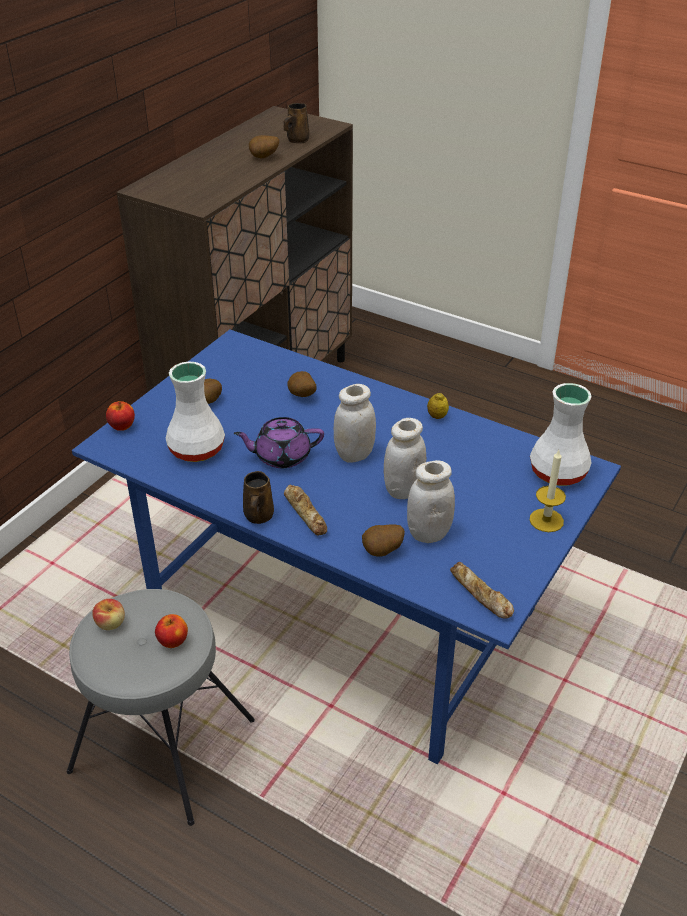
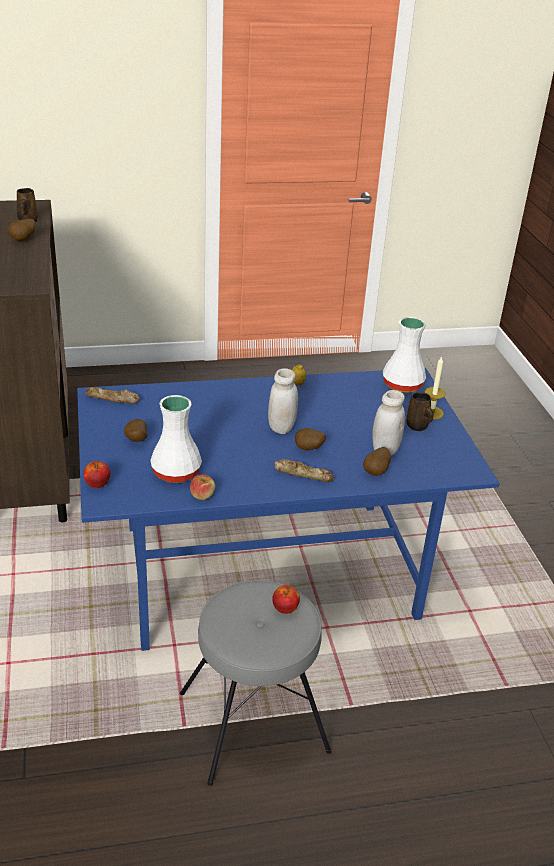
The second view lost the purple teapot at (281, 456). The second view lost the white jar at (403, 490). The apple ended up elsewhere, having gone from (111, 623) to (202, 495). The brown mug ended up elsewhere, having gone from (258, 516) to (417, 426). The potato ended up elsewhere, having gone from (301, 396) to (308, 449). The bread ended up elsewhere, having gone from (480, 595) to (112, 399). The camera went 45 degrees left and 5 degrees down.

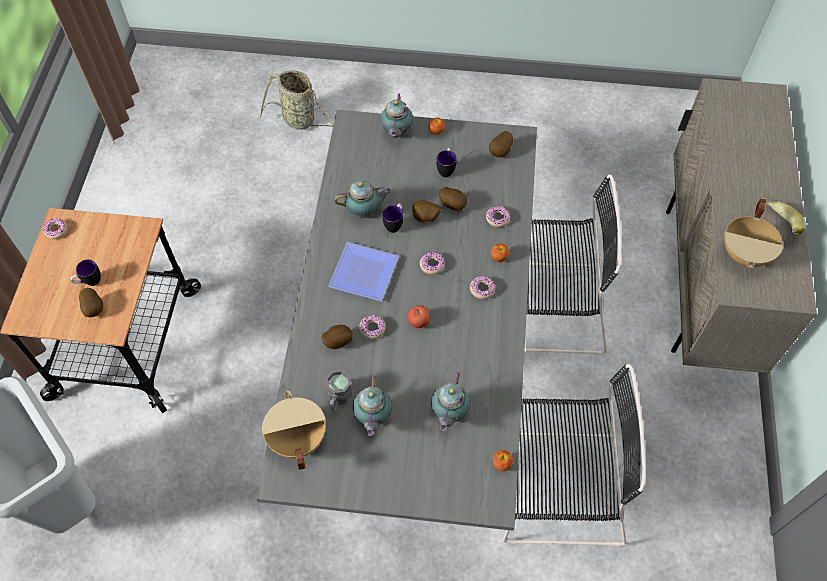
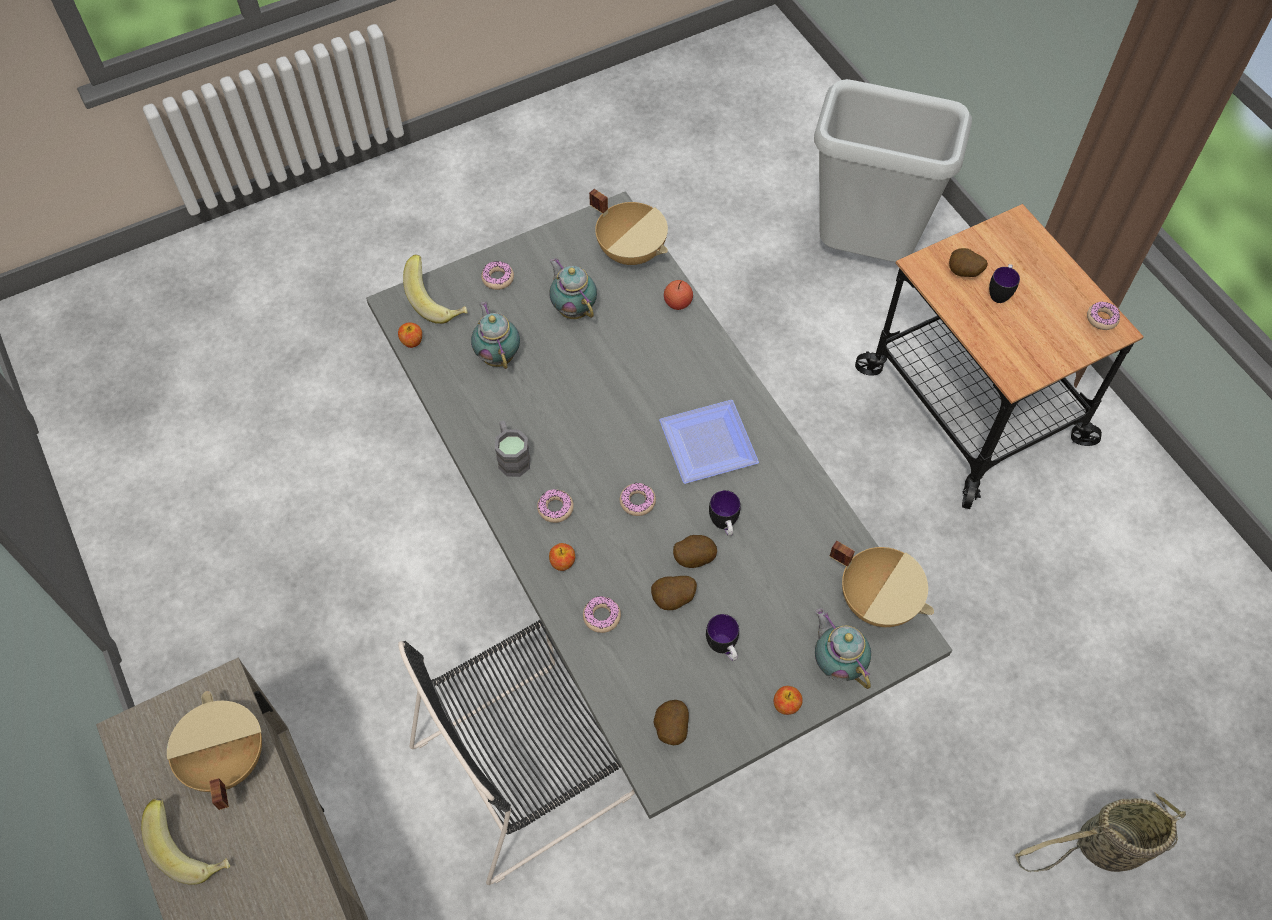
The second view lost the potato at (337, 342). The second view lost the teapot at (364, 212). The second view lost the black chair at (554, 487). The second view gained the banana at (438, 302). The second view gained the beige cooking pot at (878, 601). The grey mug ended up elsewhere, having gone from (338, 398) to (511, 456). The donut ended up elsewhere, having gone from (372, 328) to (498, 278). The apple ended up elsewhere, having gone from (419, 321) to (678, 303). The camera went 145 degrees right and 0 degrees up.

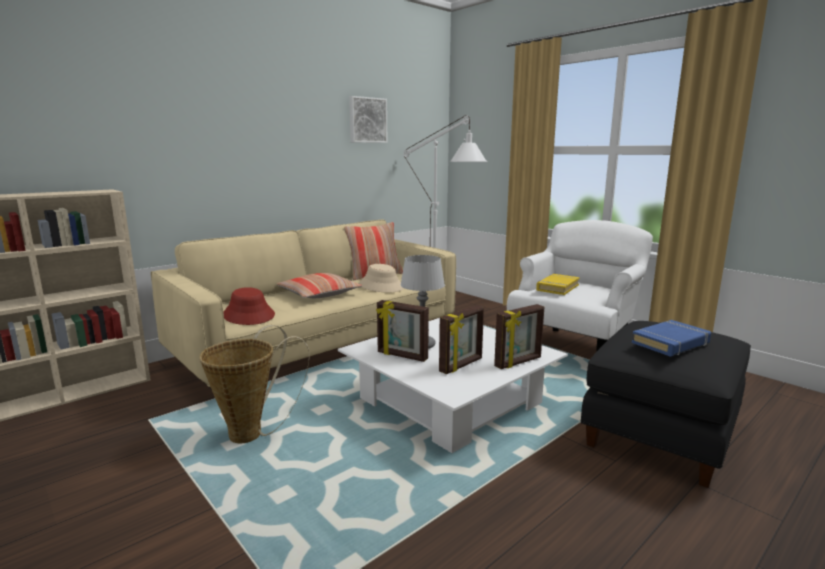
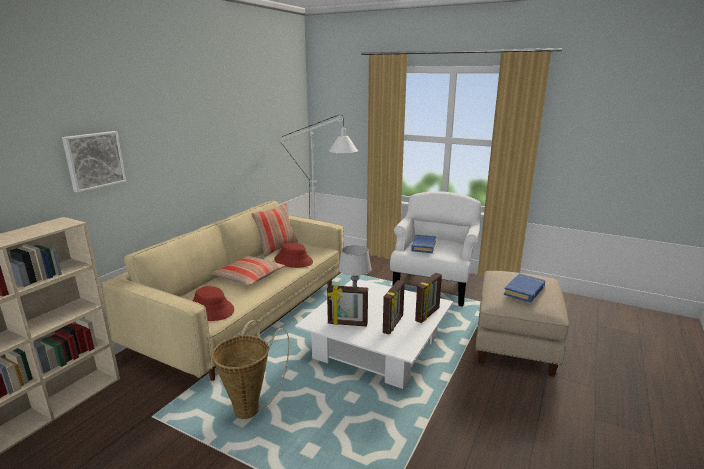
The picture ended up elsewhere, having gone from (367, 120) to (94, 160). What was the beige hat at (381, 286) turned into the red hat at (293, 261). What was the yellow book at (557, 288) turned into the blue book at (423, 246). What was the black ottoman at (662, 433) turned into the beige ottoman at (515, 344). The camera went 20 degrees left and 5 degrees up.

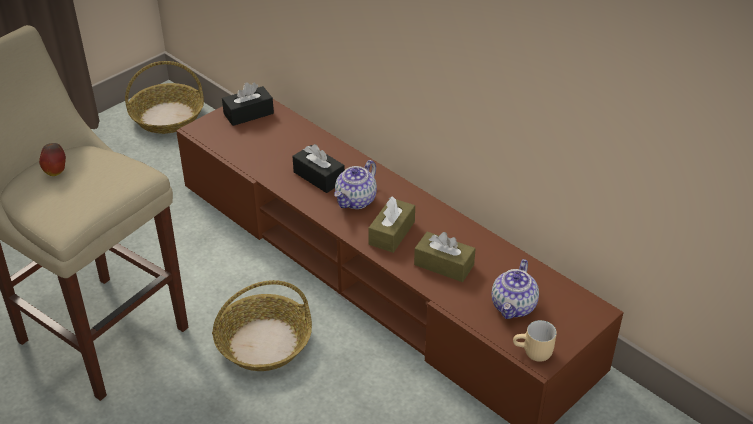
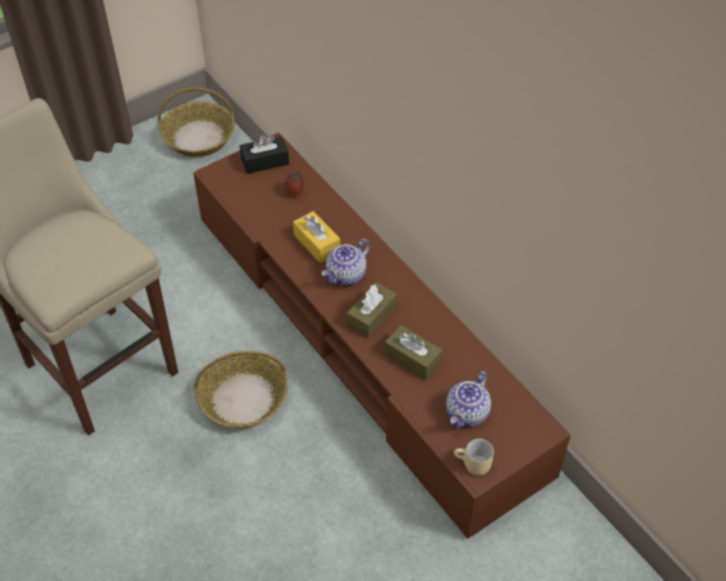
The apple ended up elsewhere, having gone from (56, 172) to (294, 192). What was the black tissue box at (319, 177) turned into the yellow tissue box at (317, 243). The camera went 10 degrees right and 10 degrees up.

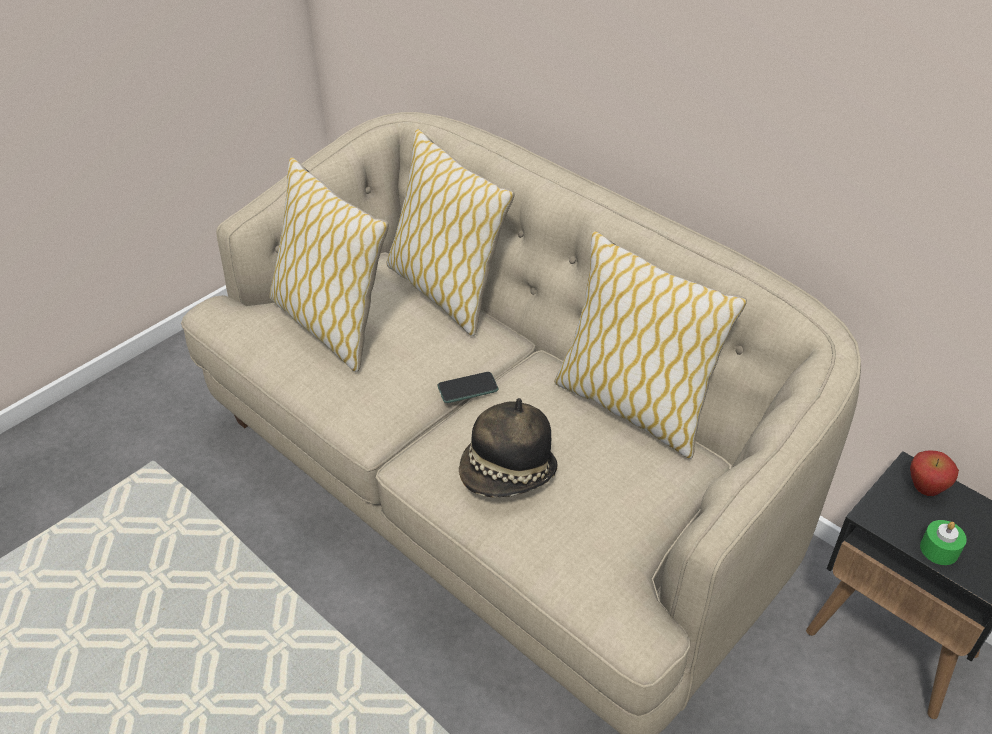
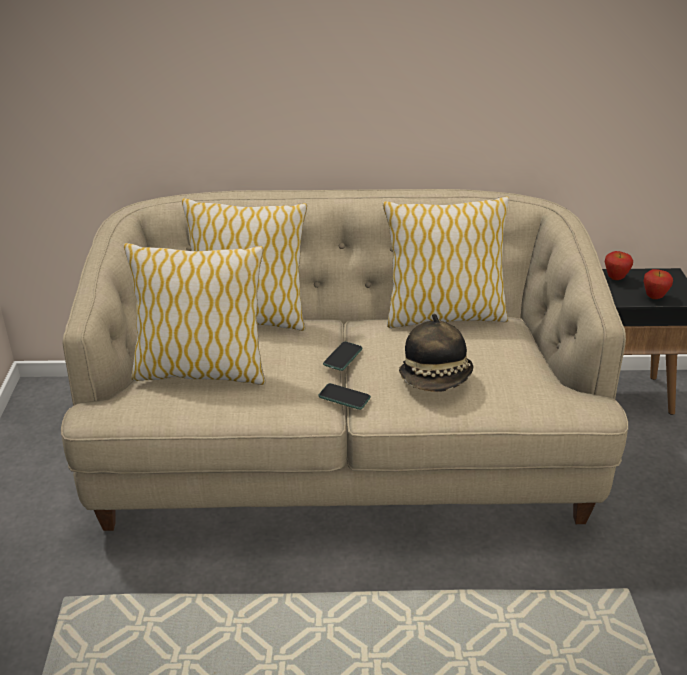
The second view gained the phone at (344, 397). Where the green candle stood at (939, 549), the apple came to stand at (654, 297). The camera went 45 degrees left and 10 degrees down.

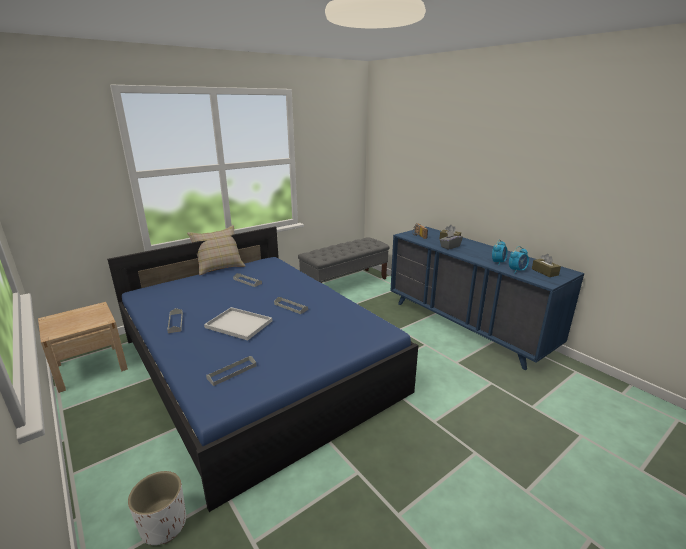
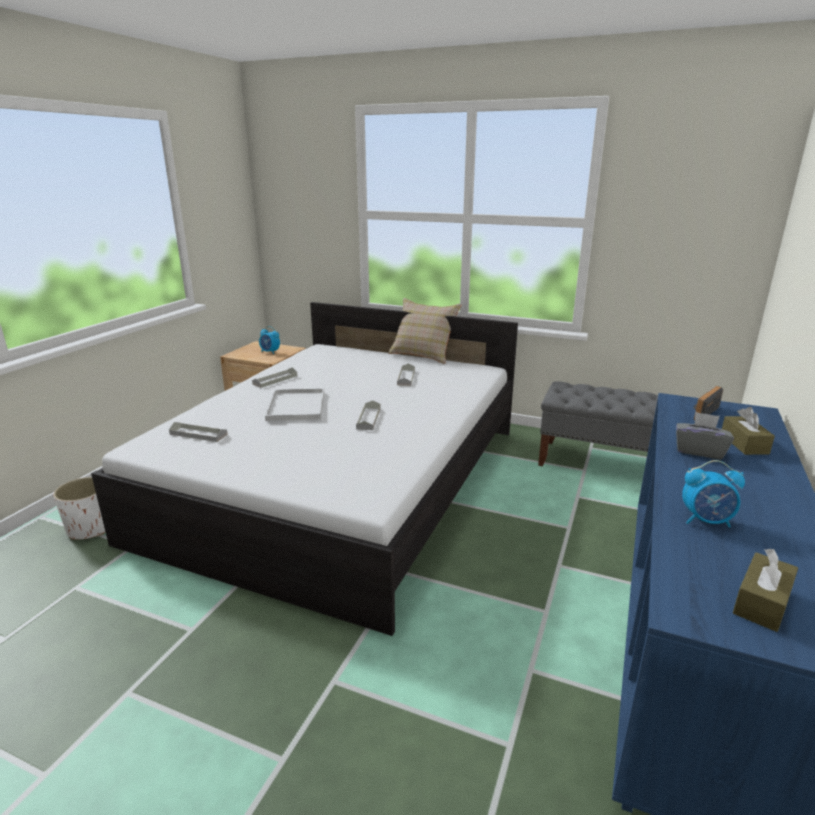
The alarm clock ended up elsewhere, having gone from (517, 270) to (270, 352). What was the blue bed at (256, 365) turned into the white bed at (343, 480). The camera went 60 degrees right and 0 degrees up.

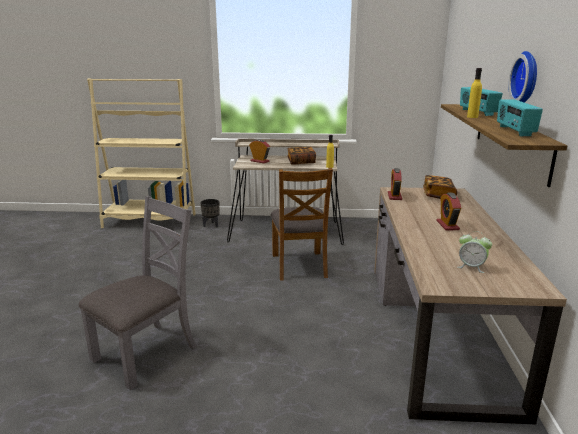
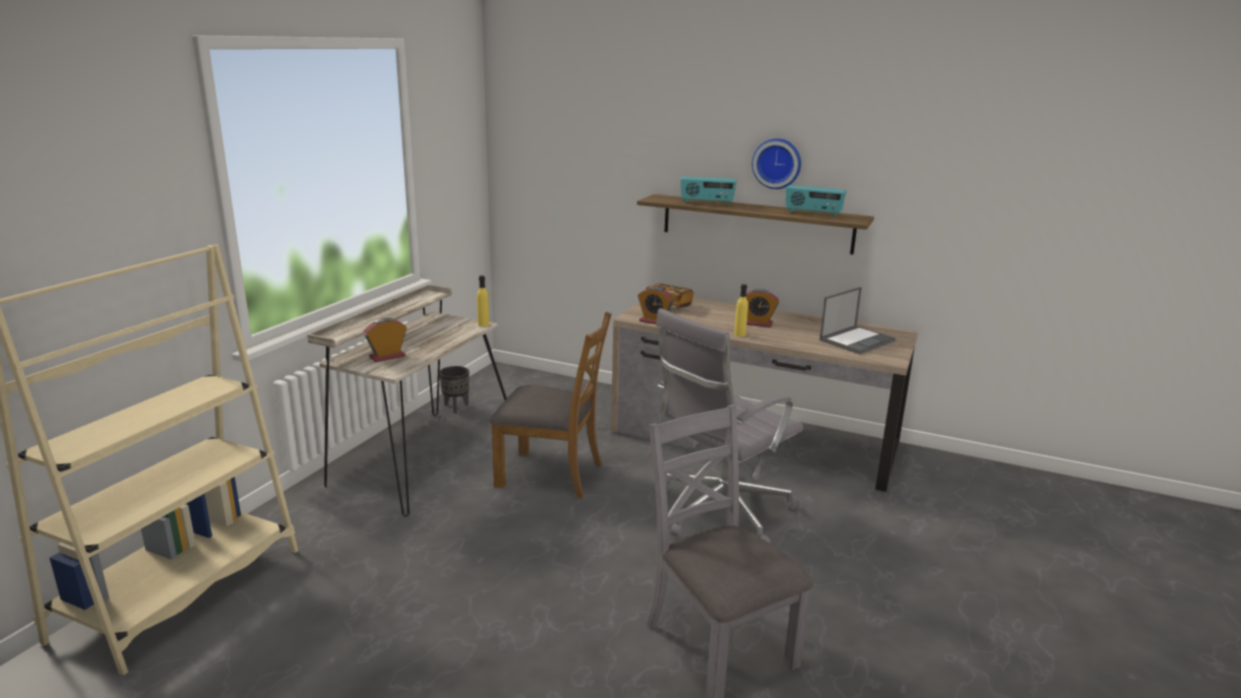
The second view lost the book at (301, 162). The second view gained the grey office chair at (719, 512). The black planter ended up elsewhere, having gone from (211, 225) to (455, 407). The yellow bottle ended up elsewhere, having gone from (472, 117) to (740, 334). Where the alarm clock stood at (471, 267), the laptop came to stand at (857, 340). The camera went 70 degrees left and 0 degrees up.

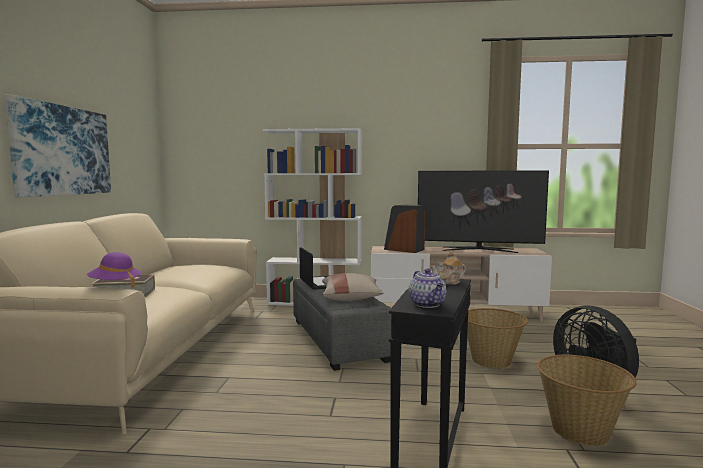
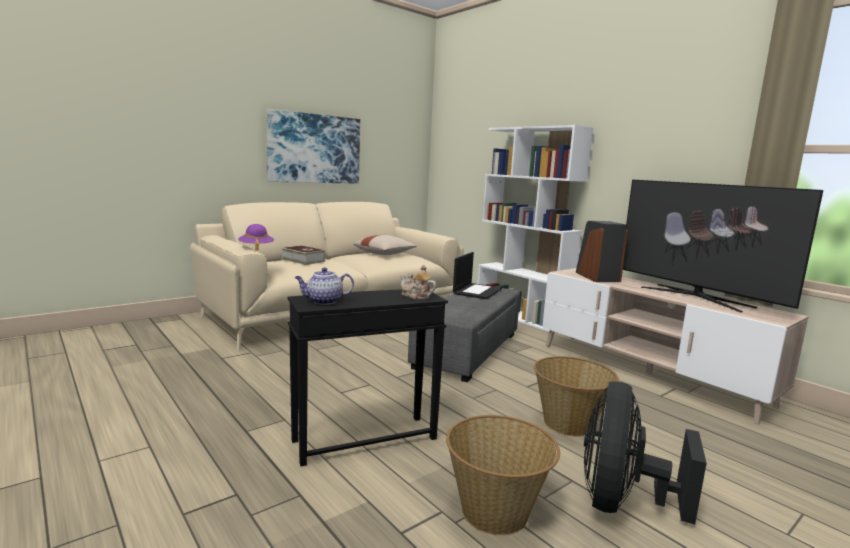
The beige pillow ended up elsewhere, having gone from (351, 298) to (385, 254). The teapot at (428, 304) ended up facing another way, 45 degrees clockwise from before. The camera went 45 degrees right and 5 degrees up.

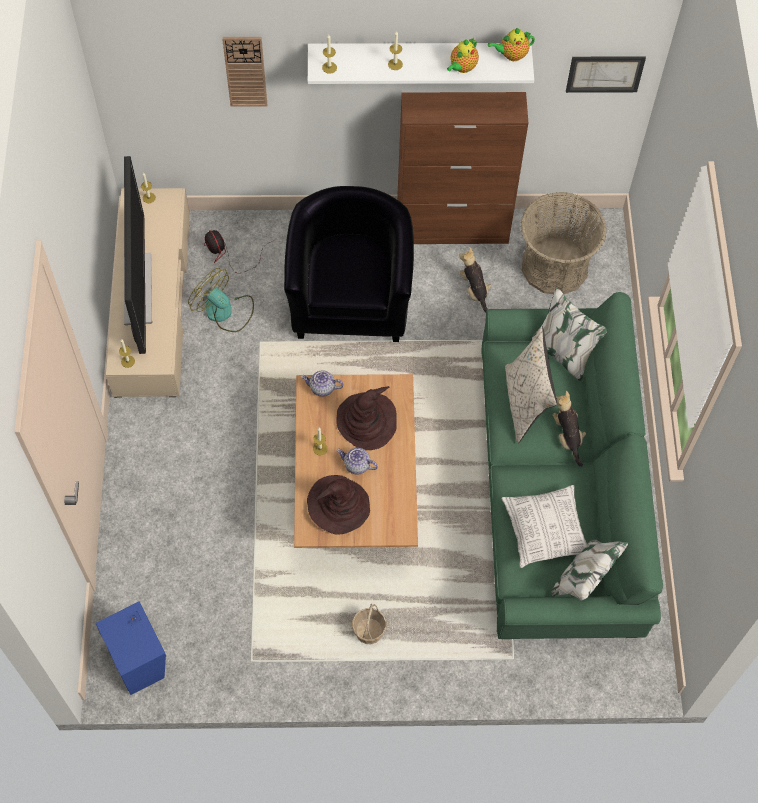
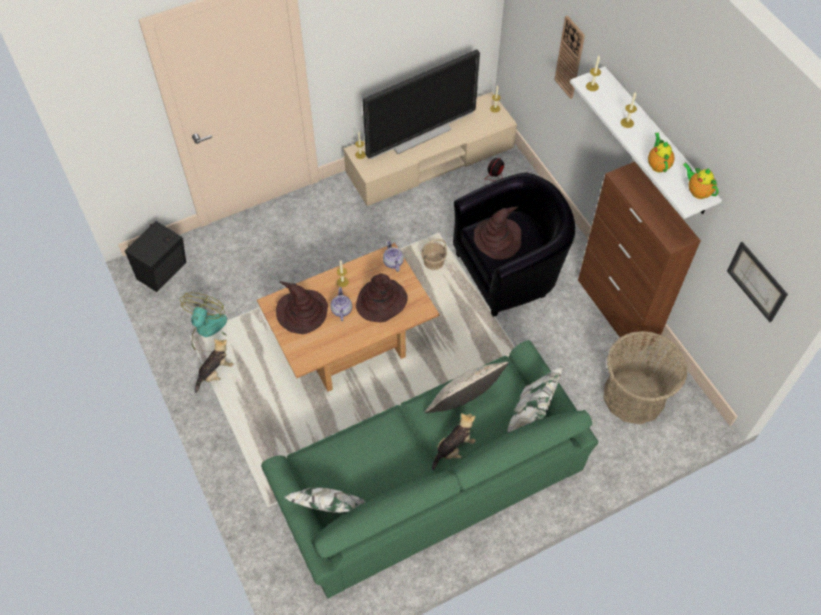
The second view lost the pillow at (545, 531). The second view gained the brown hat at (497, 239). The fan ended up elsewhere, having gone from (224, 311) to (209, 332). The basket ended up elsewhere, having gone from (368, 631) to (433, 262). The plush toy ended up elsewhere, having gone from (474, 290) to (215, 373). What was the blue speaker at (138, 658) turned into the black speaker at (164, 271). The teapot at (462, 68) ended up facing another way, 75 degrees clockwise from before. The camera went 65 degrees right and 5 degrees down.

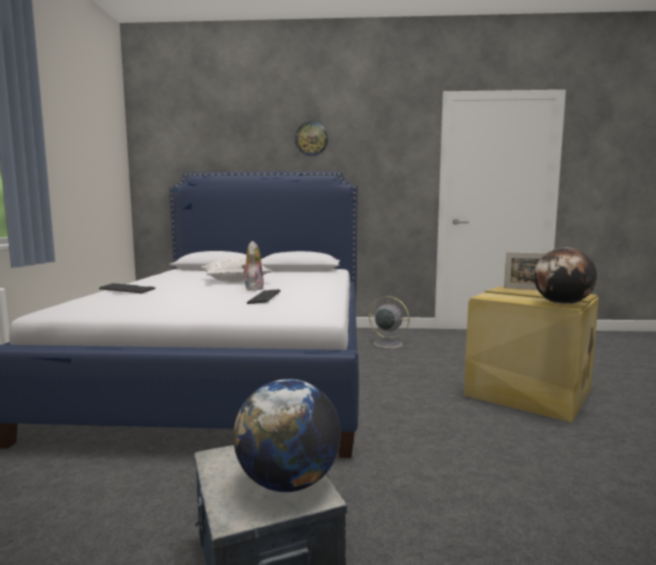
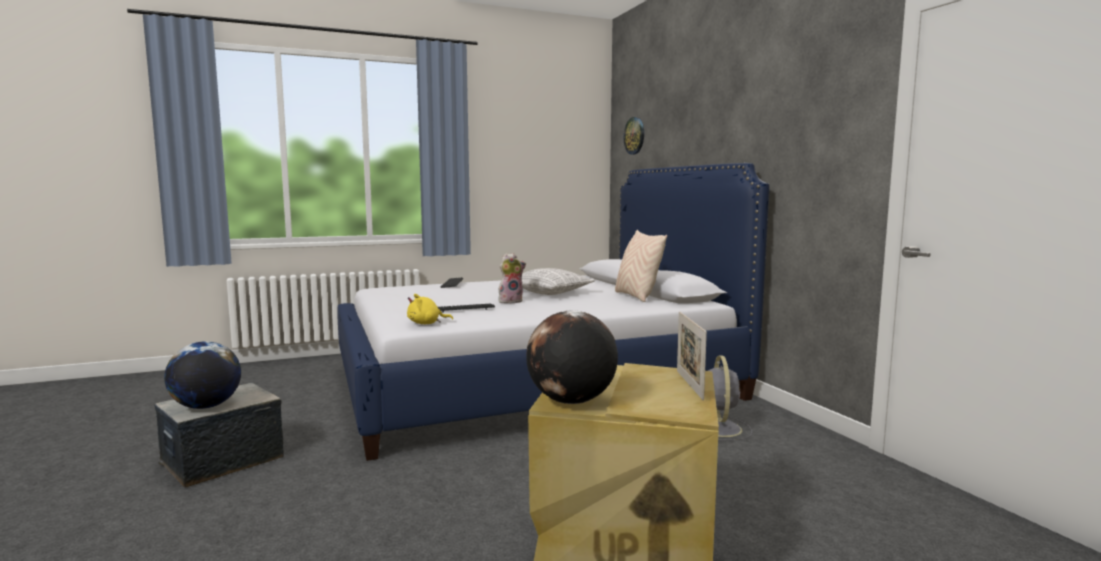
The second view gained the yellow plush toy at (426, 323). The second view gained the beige pillow at (637, 296). The wall clock ended up elsewhere, having gone from (311, 139) to (634, 136). The camera went 65 degrees right and 0 degrees up.

